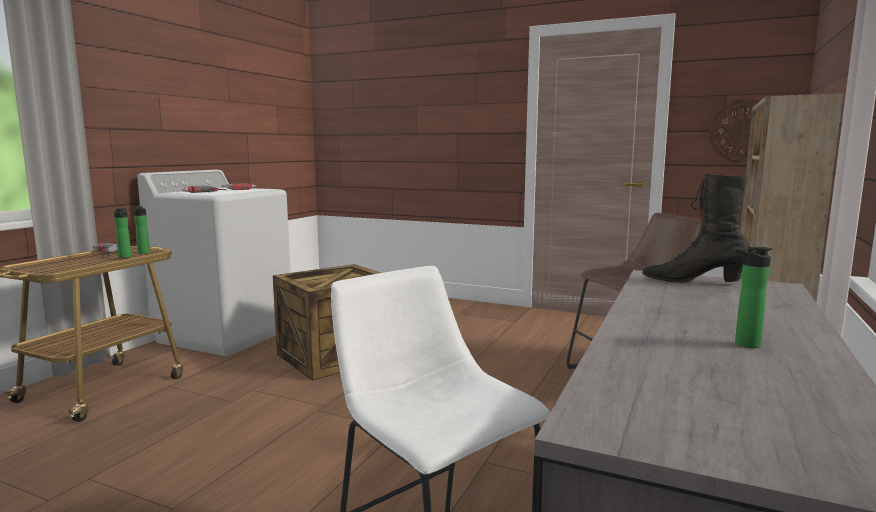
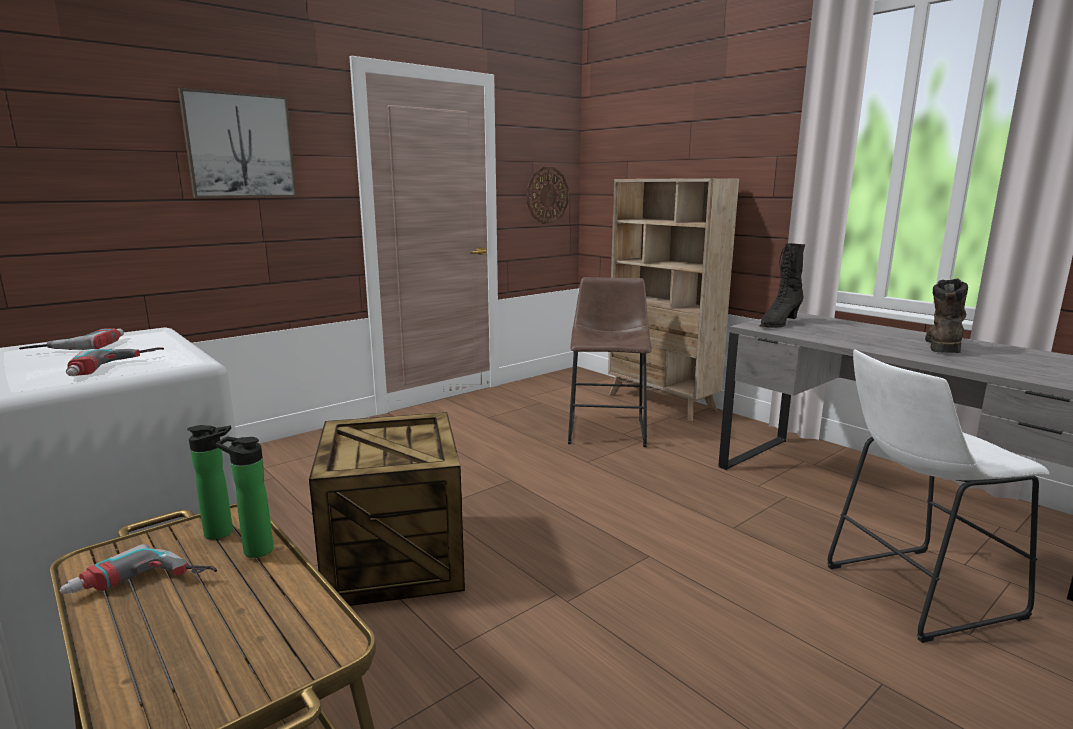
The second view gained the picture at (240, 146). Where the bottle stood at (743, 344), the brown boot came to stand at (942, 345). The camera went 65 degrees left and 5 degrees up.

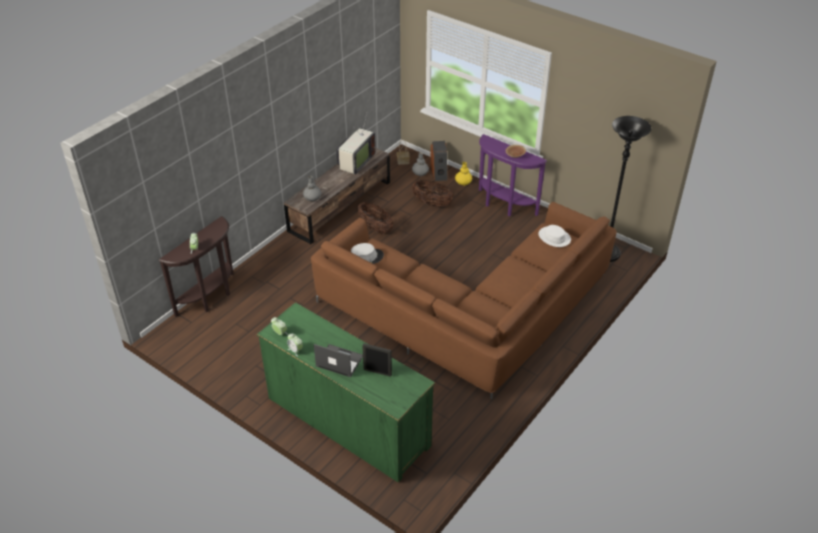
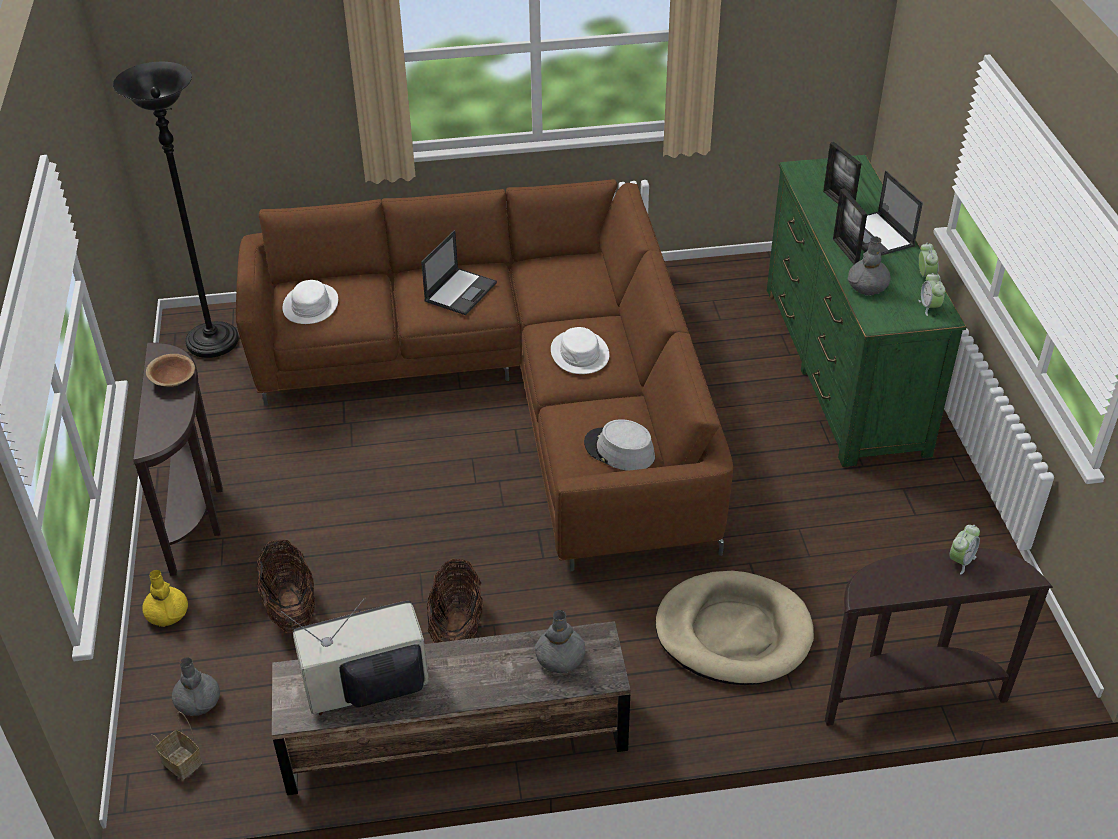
The second view lost the speaker at (439, 173). The second view gained the laptop at (461, 291). The second view gained the white hat at (580, 353). The second view gained the beige dog bed at (733, 632). The second view gained the picture frame at (845, 251). The second view gained the grey vase at (867, 286). What was the purple console table at (503, 206) turned into the brown console table at (197, 512). The camera went 135 degrees left and 0 degrees up.

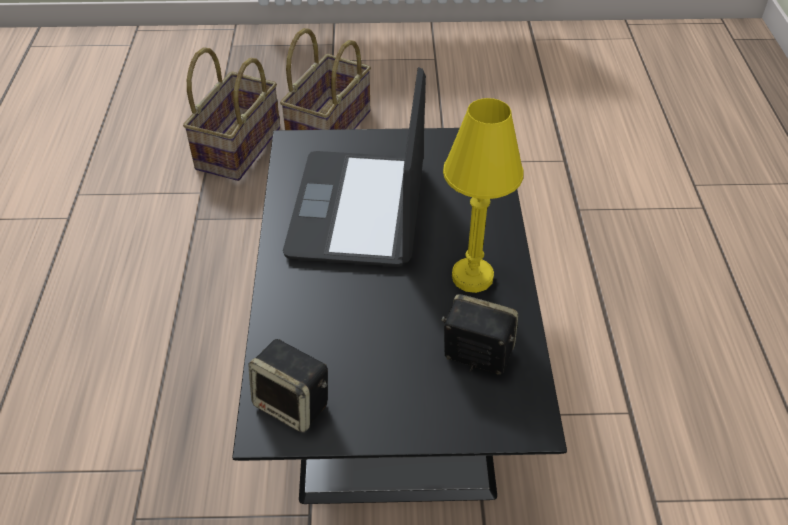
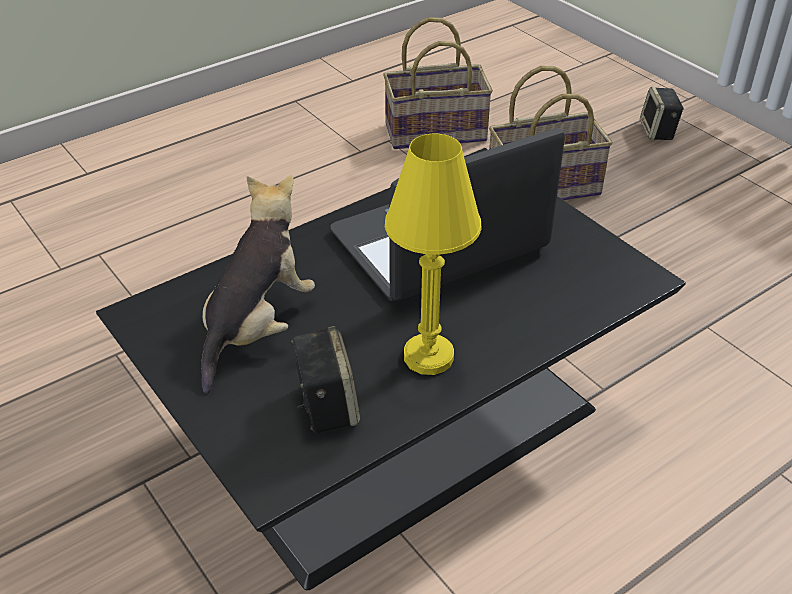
The second view gained the plush toy at (257, 326). The speaker ended up elsewhere, having gone from (293, 404) to (658, 132). The basket ended up elsewhere, having gone from (328, 128) to (435, 131). The camera went 55 degrees right and 5 degrees down.

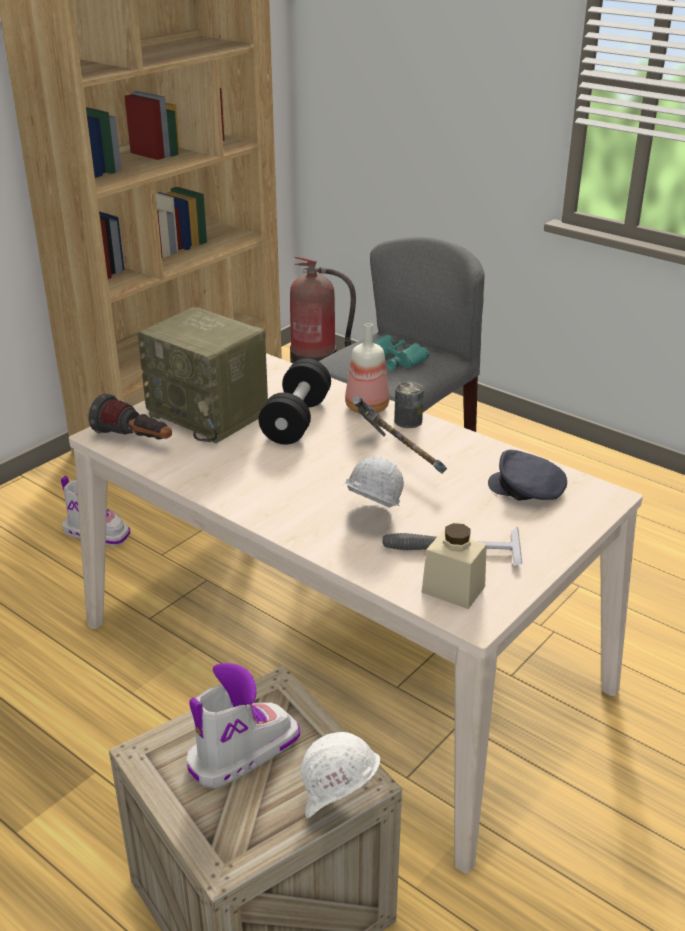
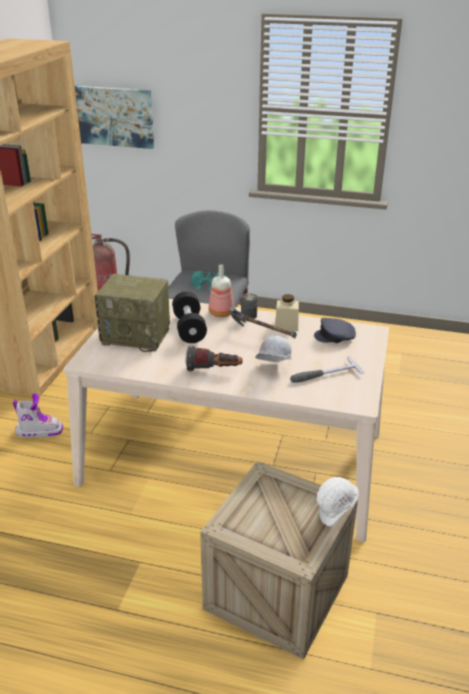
The second view lost the boot at (242, 752). The second view gained the picture at (113, 116). The flashlight ended up elsewhere, having gone from (135, 440) to (214, 370). The beige jar ended up elsewhere, having gone from (453, 589) to (286, 326). The camera went 25 degrees left and 0 degrees up.

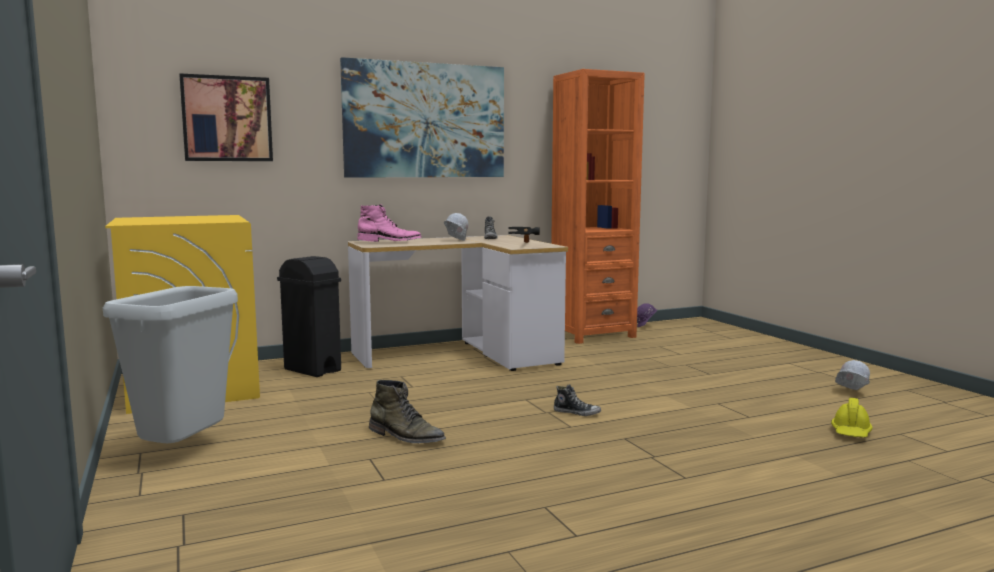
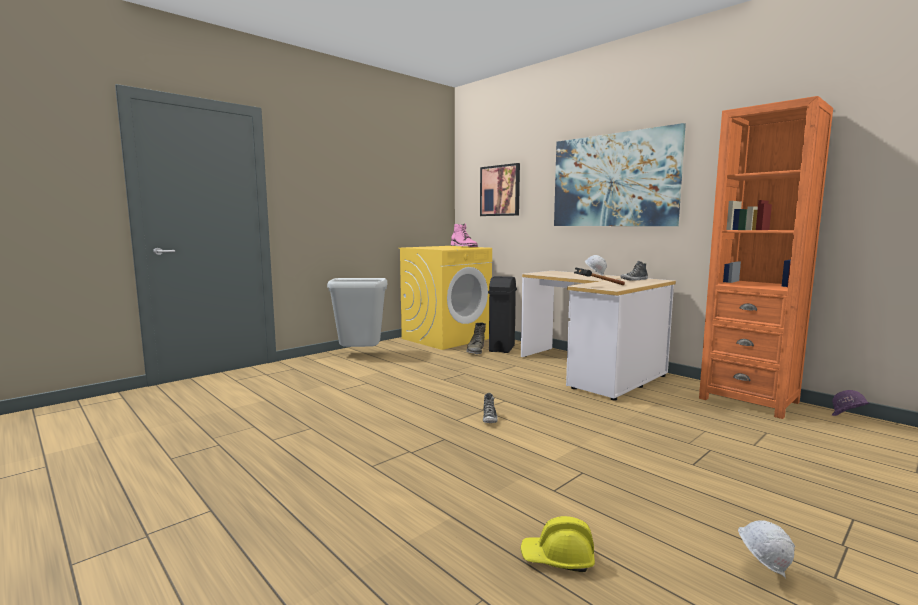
The pink boot ended up elsewhere, having gone from (390, 242) to (463, 247). The green boot ended up elsewhere, having gone from (406, 437) to (475, 350). The camera went 70 degrees right and 0 degrees up.

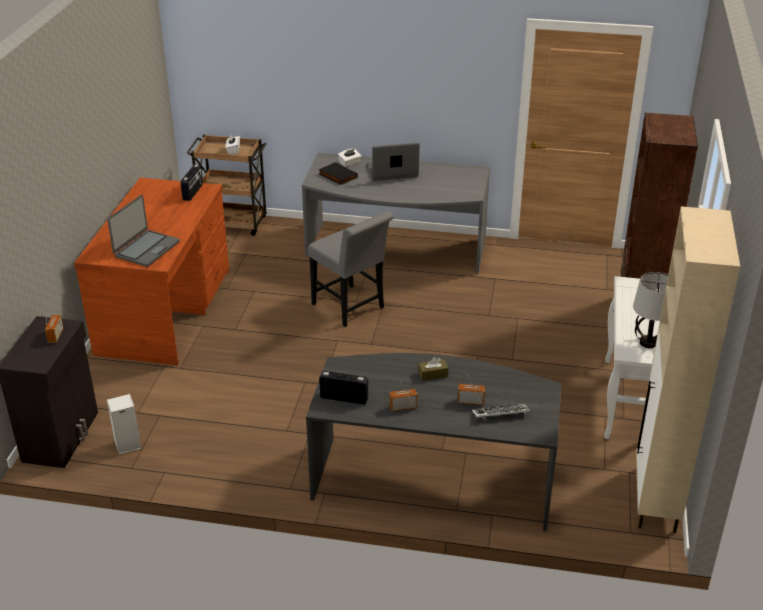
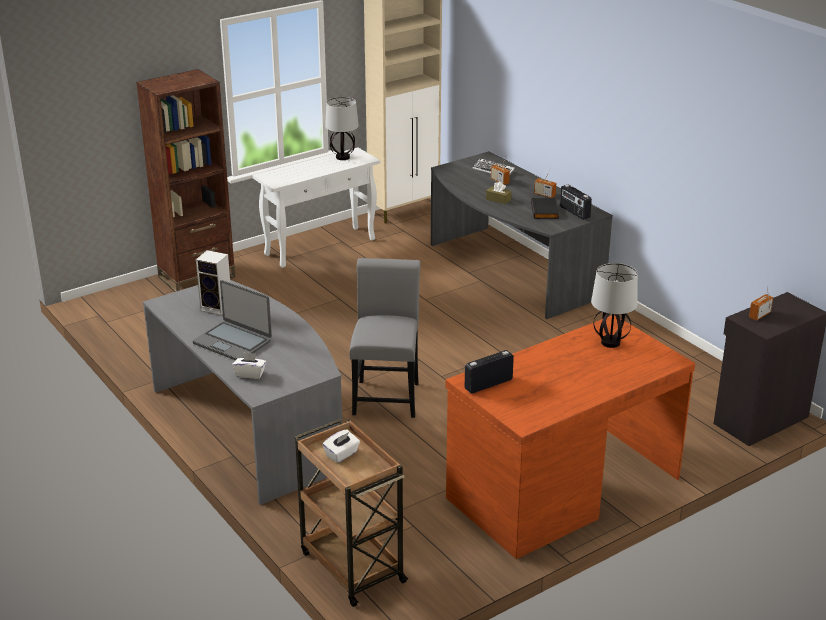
The speaker ended up elsewhere, having gone from (127, 446) to (217, 308). The black book ended up elsewhere, having gone from (337, 176) to (545, 211). Where the laptop stood at (146, 249), the table lamp came to stand at (610, 343). The camera went 135 degrees left and 5 degrees down.

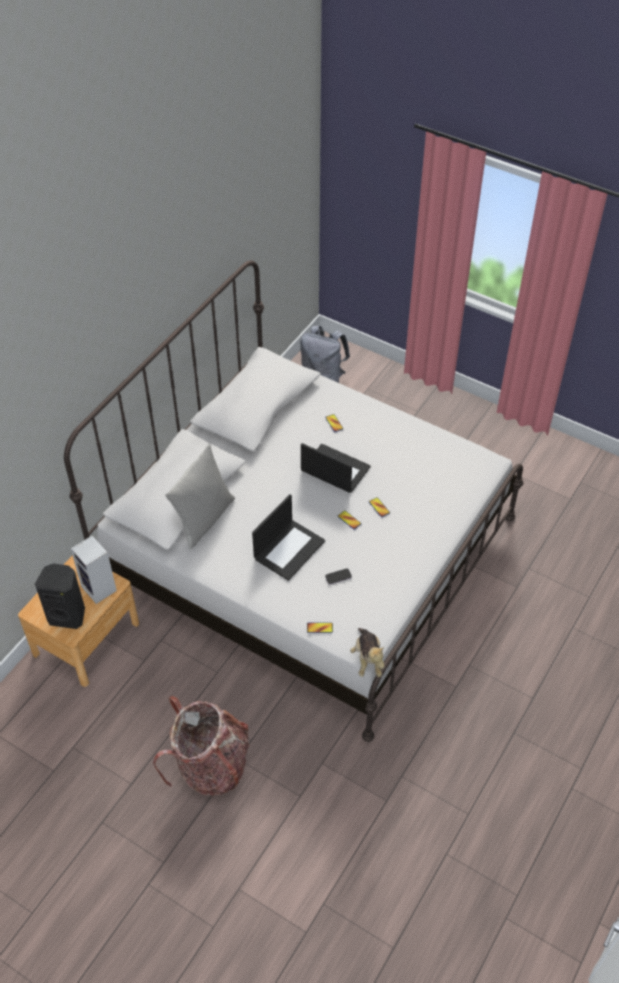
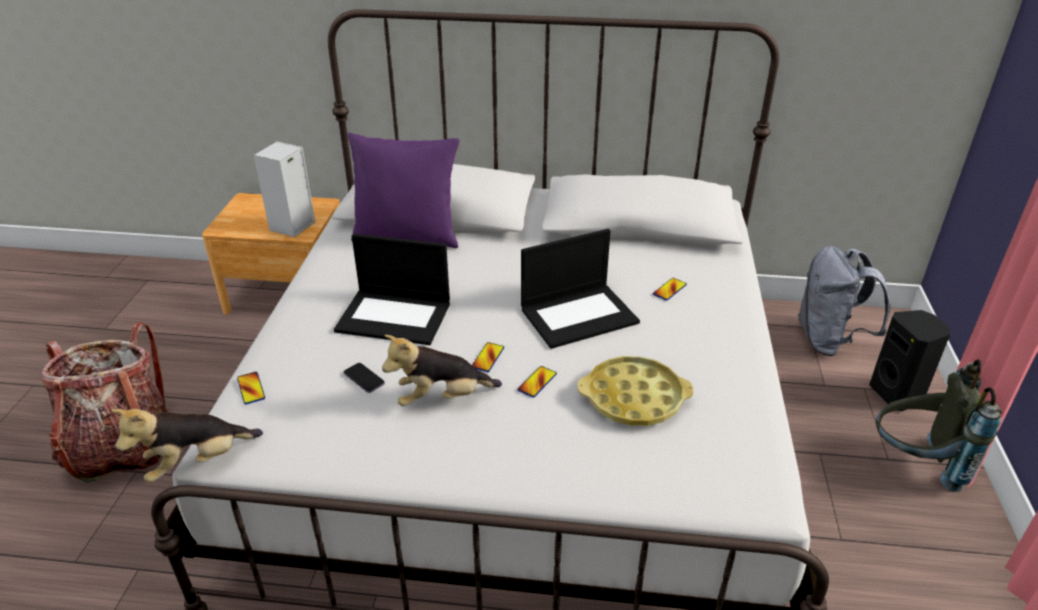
The second view gained the plush toy at (441, 398). The second view gained the yellow tray at (634, 398). The second view gained the grey backpack at (915, 464). The black speaker ended up elsewhere, having gone from (68, 615) to (897, 394). What was the grey pillow at (203, 519) turned into the purple pillow at (407, 237). The laptop at (334, 469) ended up facing another way, 60 degrees clockwise from before. The camera went 65 degrees right and 15 degrees down.

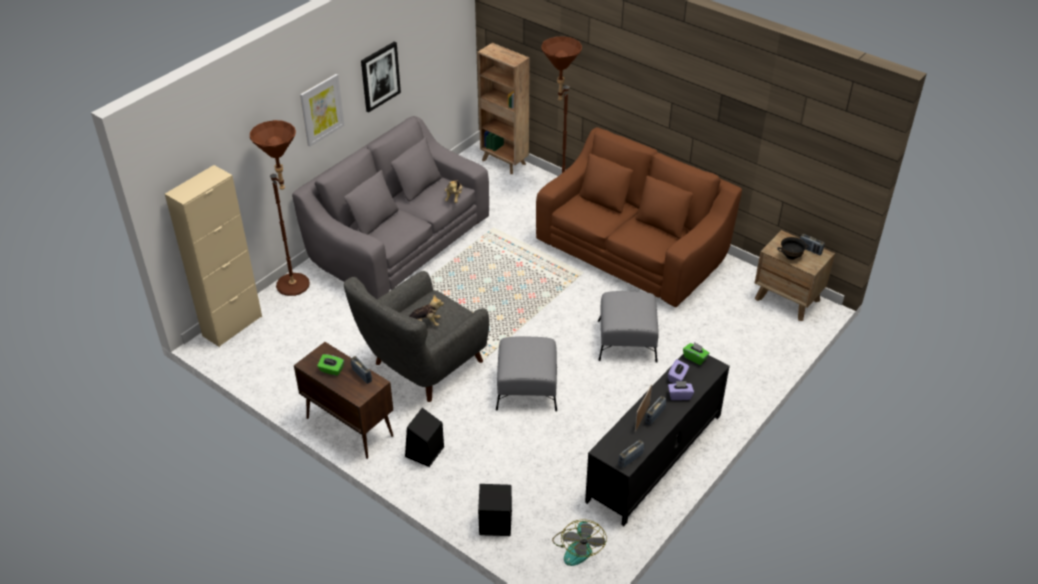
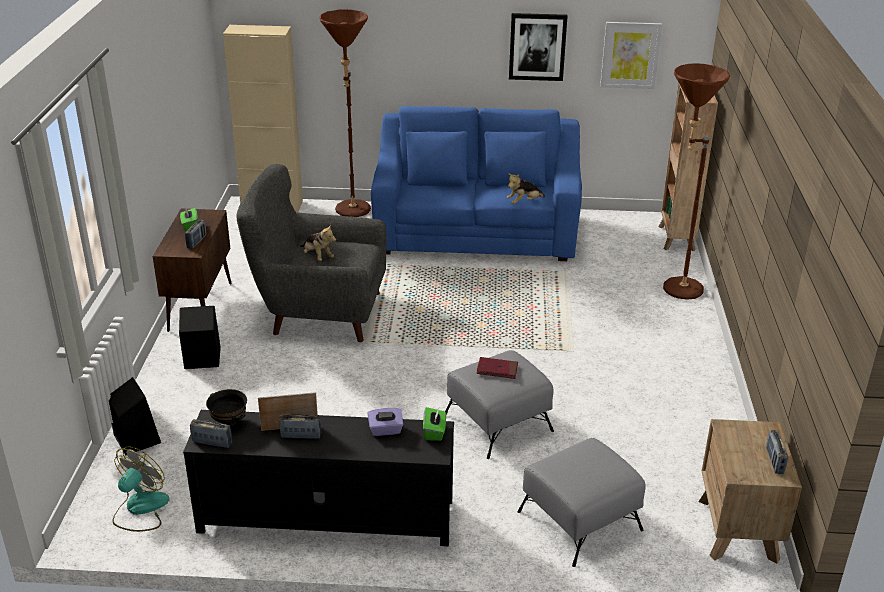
The second view lost the brown sofa at (631, 251). The second view lost the purple tissue box at (679, 395). The second view gained the red book at (497, 370). The picture ended up elsewhere, having gone from (321, 109) to (630, 55). The grey ottoman ended up elsewhere, having gone from (527, 388) to (580, 520). The black bowl ended up elsewhere, having gone from (791, 256) to (229, 421). What was the grey sofa at (399, 242) turned into the blue sofa at (475, 233). The fan at (577, 547) ended up facing another way, 150 degrees clockwise from before. The camera went 55 degrees right and 10 degrees down.

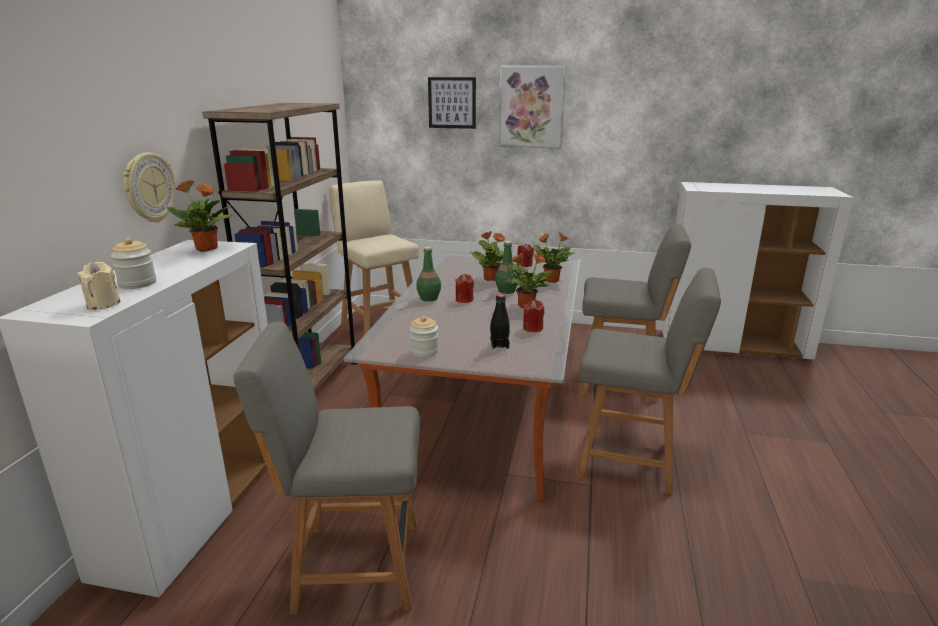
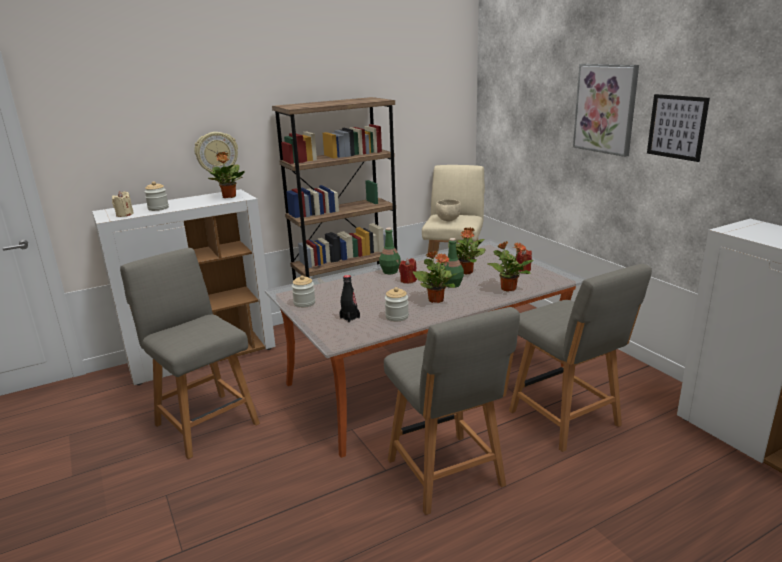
The second view gained the beige bowl at (448, 220). The picture ended up elsewhere, having gone from (452, 103) to (677, 127). Where the red candle stood at (533, 328), the jar came to stand at (397, 316). The camera went 50 degrees right and 0 degrees up.

